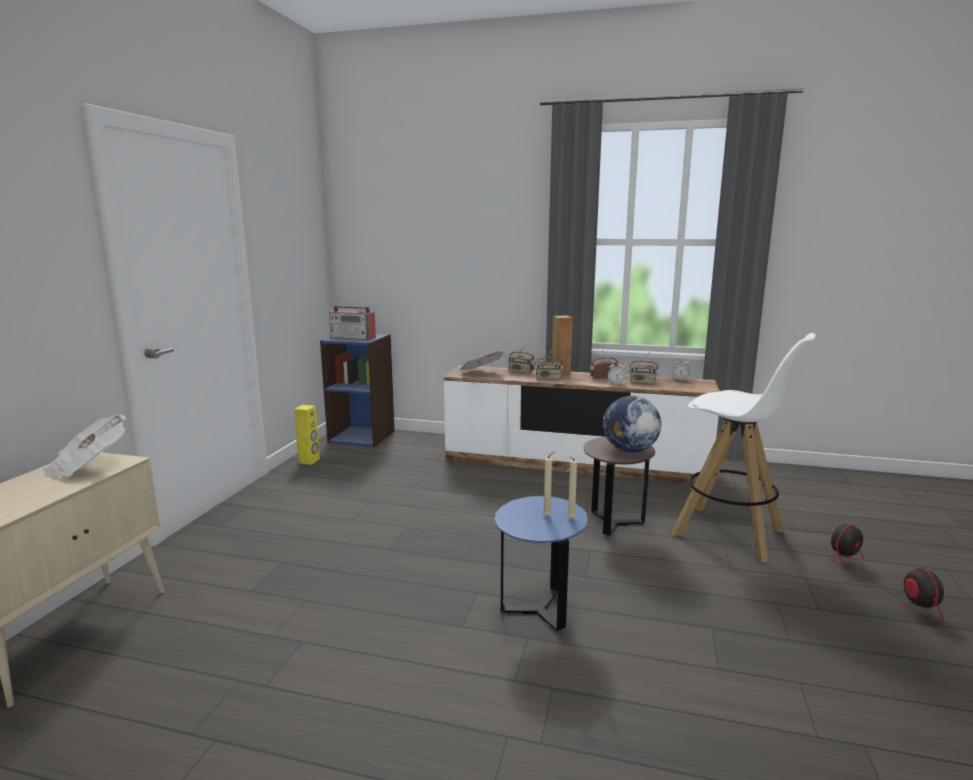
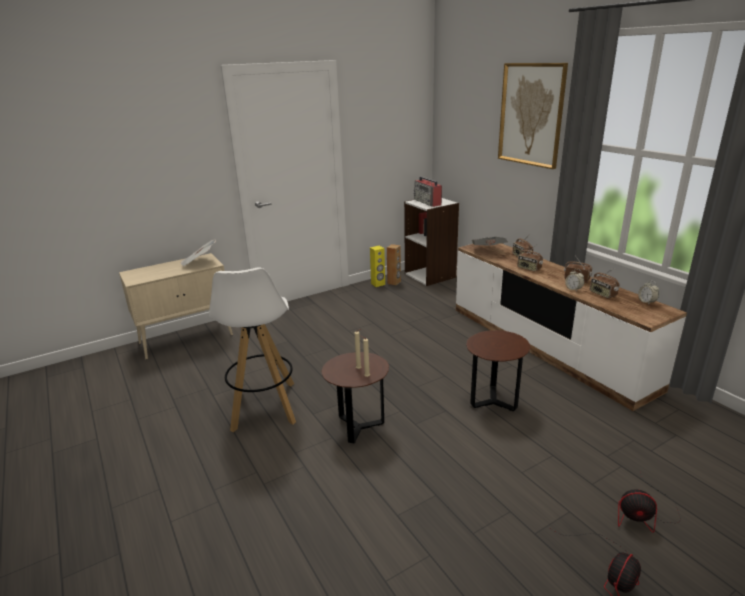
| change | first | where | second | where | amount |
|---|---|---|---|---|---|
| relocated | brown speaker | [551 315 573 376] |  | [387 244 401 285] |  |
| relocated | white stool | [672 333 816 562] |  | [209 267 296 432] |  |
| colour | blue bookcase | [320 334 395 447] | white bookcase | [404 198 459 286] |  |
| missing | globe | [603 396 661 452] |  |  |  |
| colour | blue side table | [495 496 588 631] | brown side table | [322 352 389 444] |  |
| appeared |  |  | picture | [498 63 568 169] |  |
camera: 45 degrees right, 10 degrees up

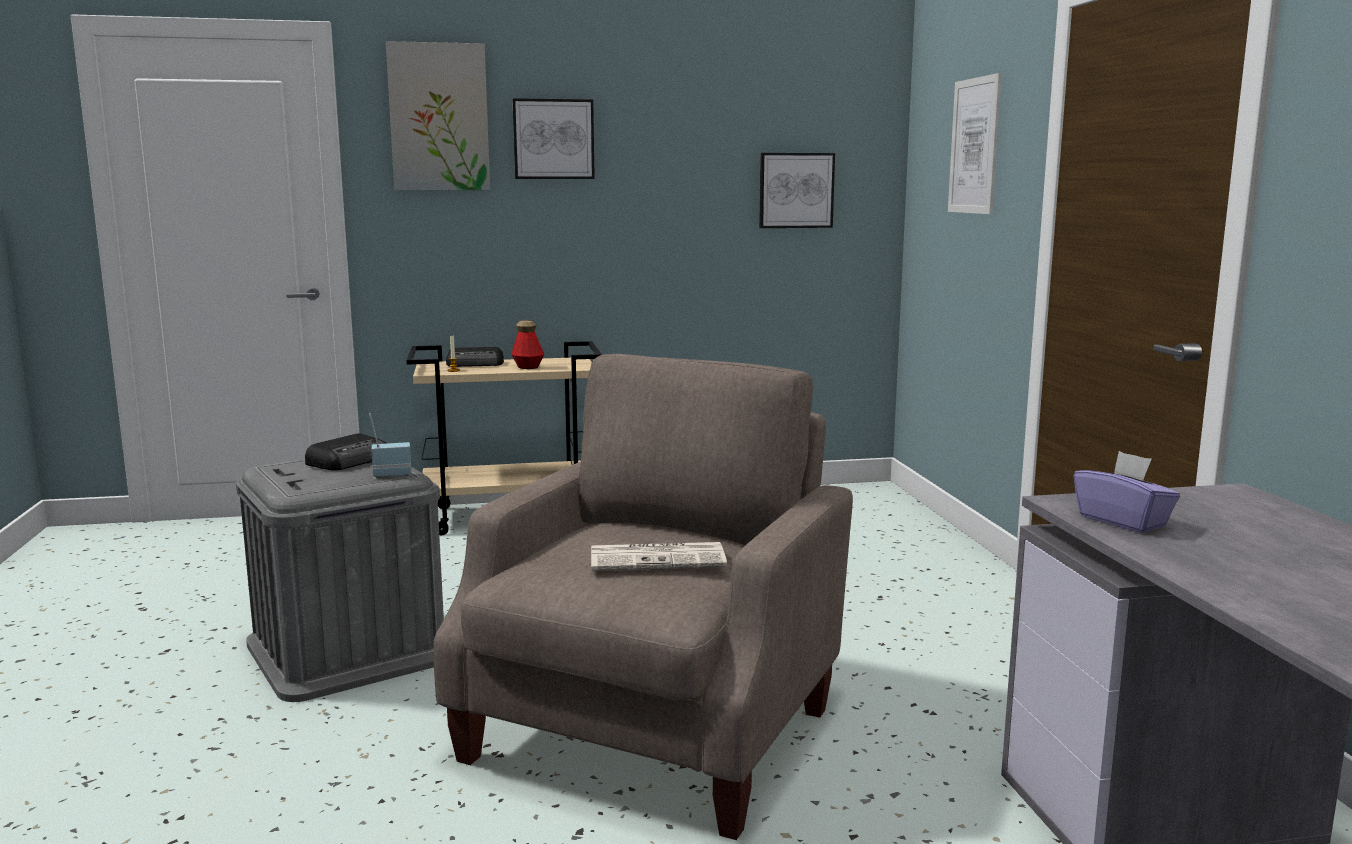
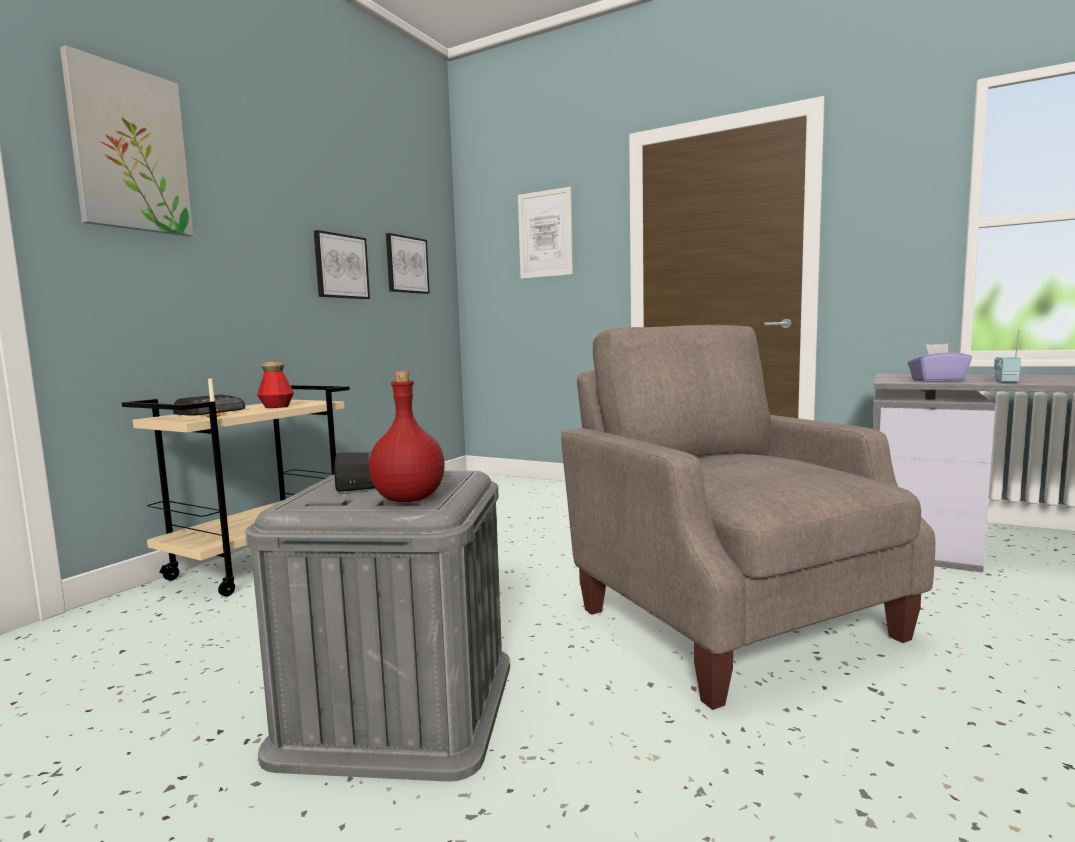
| change | first | where | second | where | amount |
|---|---|---|---|---|---|
| relocated | picture | [513 98 595 179] |  | [314 230 370 299] |  |
| relocated | radio | [369 413 412 478] |  | [994 330 1021 383] |  |
| missing | newspaper | [591 542 727 571] |  |  |  |
| appeared |  |  | red bottle | [369 371 445 502] |  |
camera: 50 degrees left, 5 degrees down

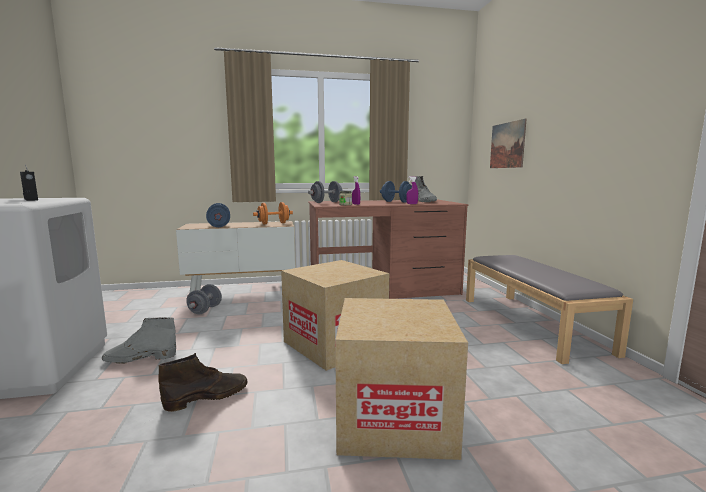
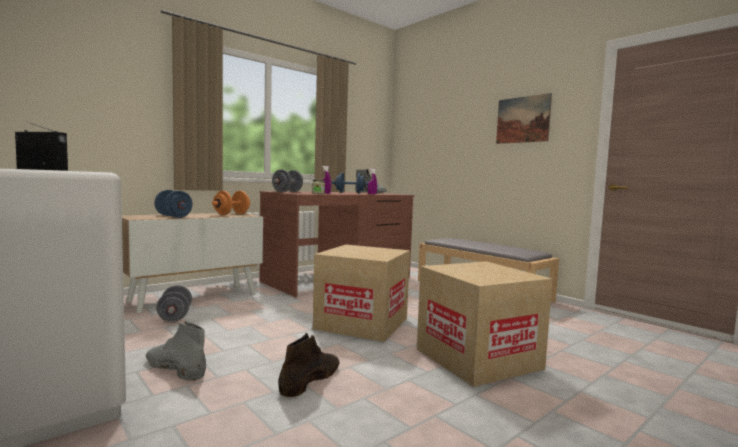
| change | first | where | second | where | amount |
|---|---|---|---|---|---|
| relocated | picture | [490 119 526 168] |  | [496 93 552 144] |  |
| spun | grey boot | [102 317 176 364] |  | [146 321 206 381] | 75 degrees clockwise |
camera: 30 degrees left, 5 degrees down

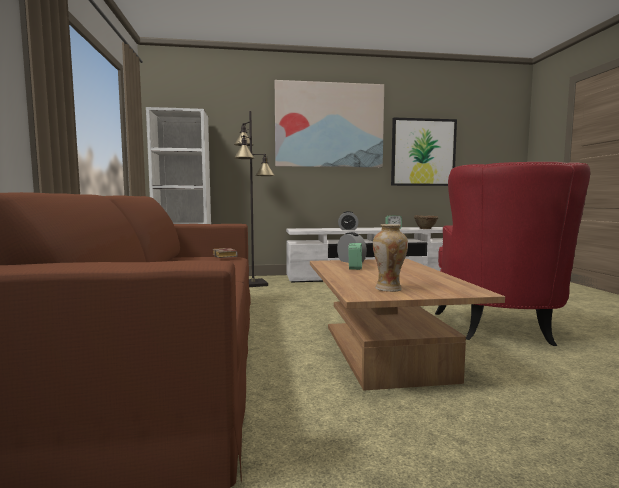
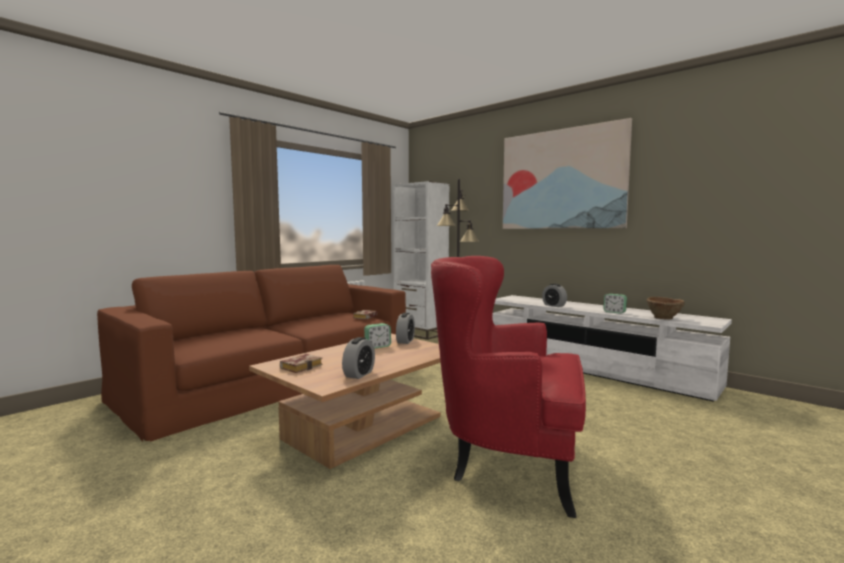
| change | first | where | second | where | amount |
|---|---|---|---|---|---|
| missing | picture | [391 118 457 186] |  |  |  |
| spun | red armchair | [435 162 590 346] |  | [431 256 586 518] | 45 degrees clockwise |
| exchanged | vase | [373 224 408 292] | book | [280 354 322 373] |  |
| appeared |  |  | alarm clock | [342 337 375 379] |  |
camera: 50 degrees right, 0 degrees up

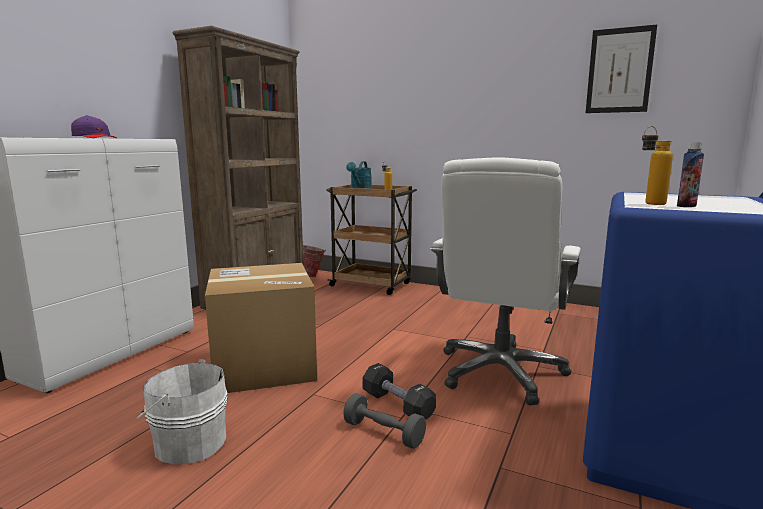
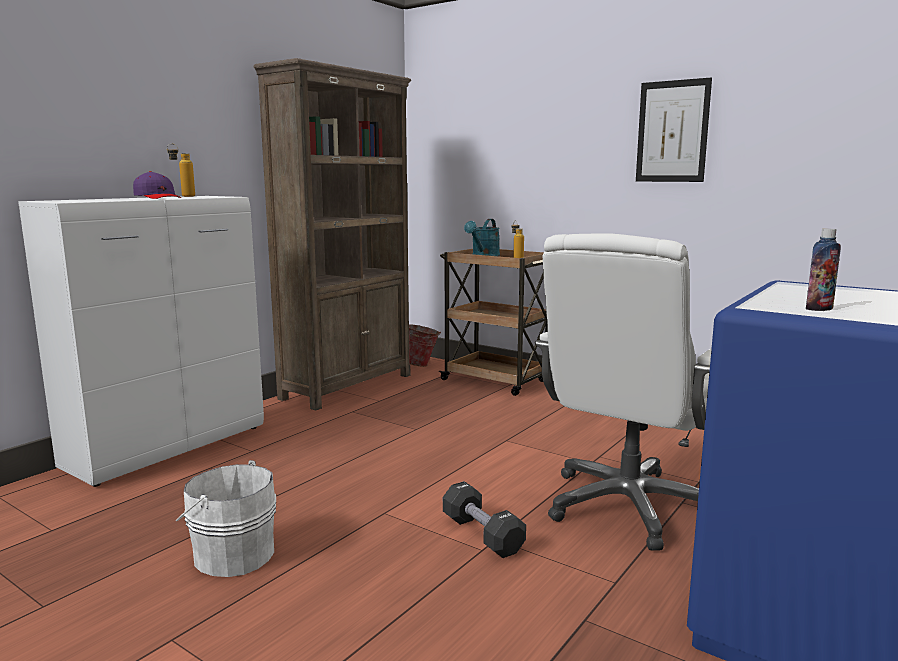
| change | first | where | second | where | amount |
|---|---|---|---|---|---|
| relocated | picture | [586 25 657 113] |  | [636 77 712 182] |  |
| relocated | bottle | [642 126 673 205] |  | [167 144 195 197] |  |
| missing | cardboard box | [205 263 317 393] |  |  |  |
| missing | grey dumbbell | [343 393 426 449] |  |  |  |
camera: 10 degrees right, 0 degrees up

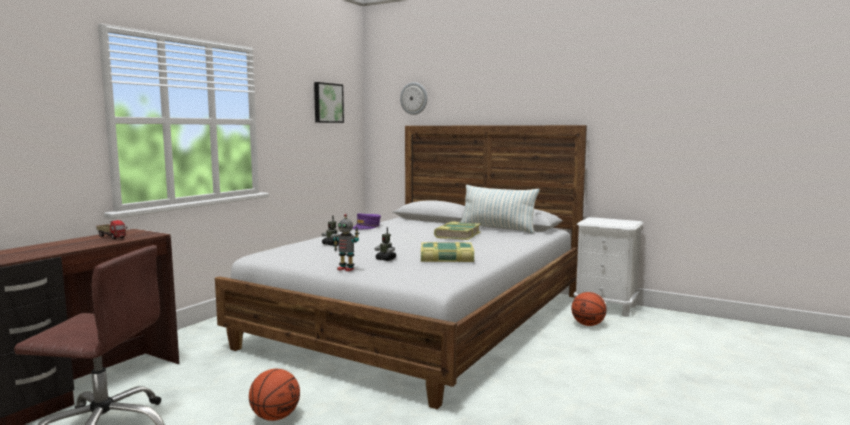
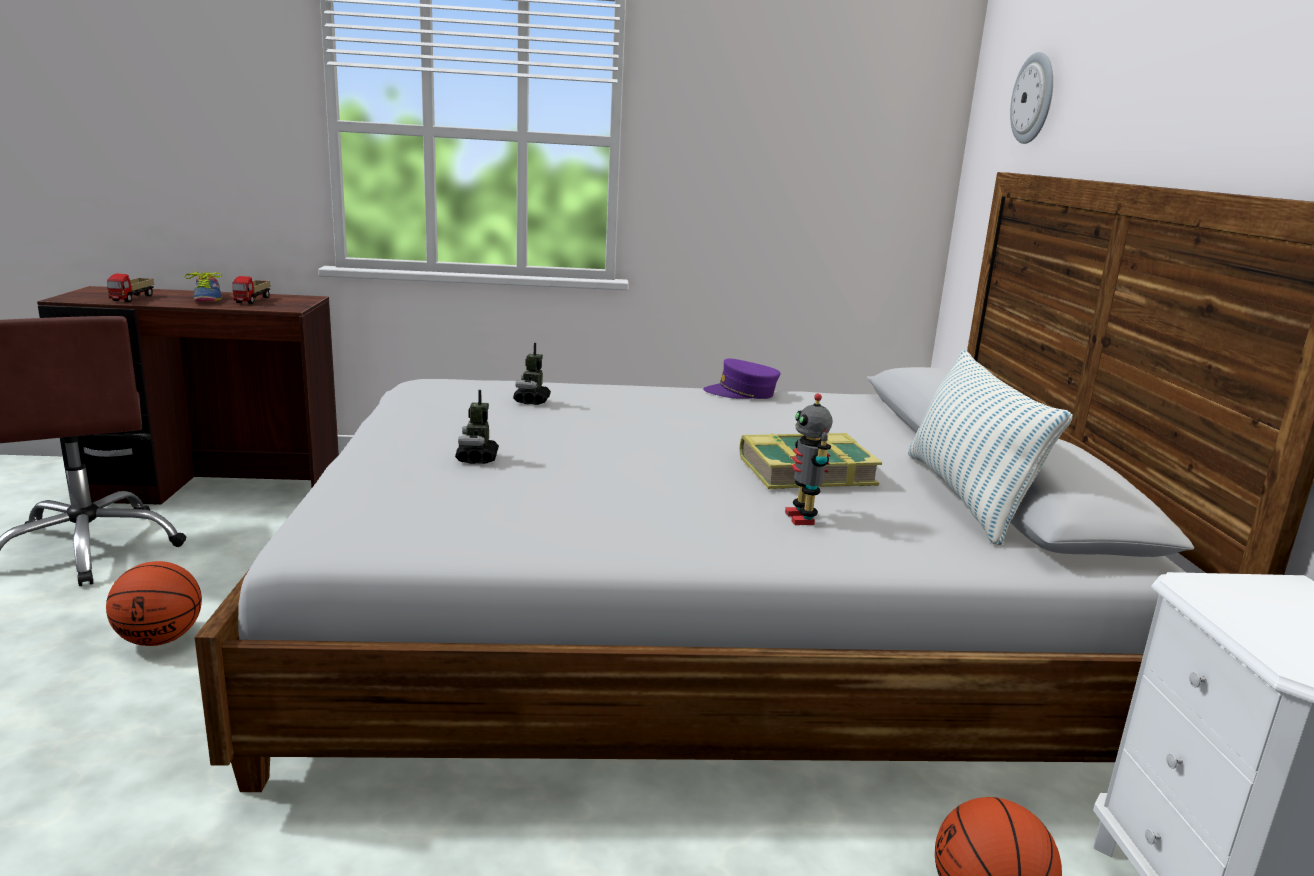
| change | first | where | second | where | amount |
|---|---|---|---|---|---|
| missing | picture | [314 82 344 123] |  |  |  |
| relocated | toy robot | [333 214 359 271] |  | [785 394 833 525] |  |
| missing | book | [421 242 474 262] |  |  |  |
| appeared |  |  | shoe | [184 269 222 302] |  |
| appeared |  |  | toy truck | [107 274 154 302] |  |
camera: 55 degrees right, 10 degrees up

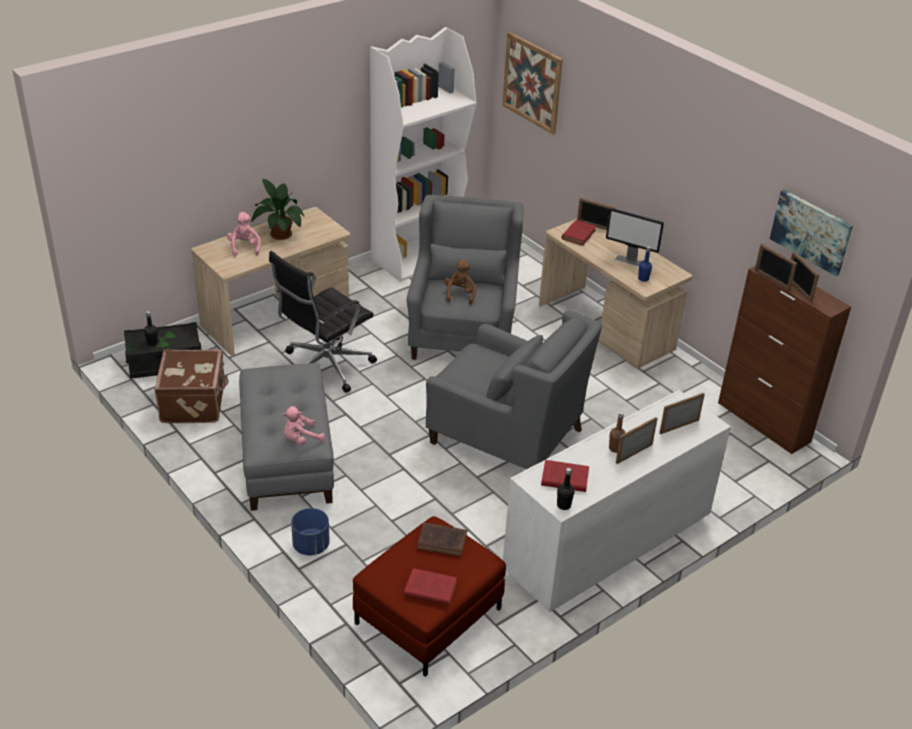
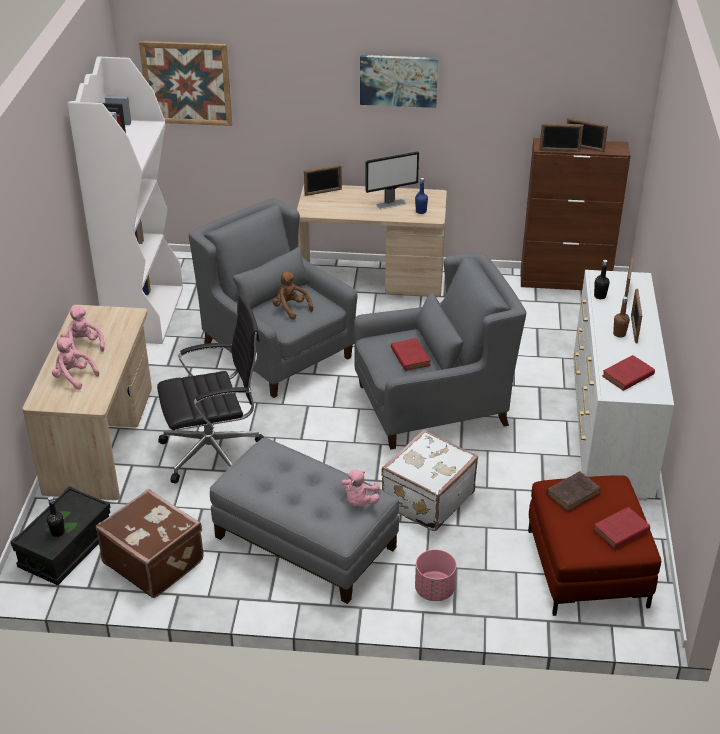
| change | first | where | second | where | amount |
|---|---|---|---|---|---|
| exchanged | potted plant | [251 179 304 240] | pink plush toy | [60 305 105 359] |  |
| relocated | picture | [770 190 853 276] |  | [360 55 438 108] |  |
| relocated | red book | [561 220 596 246] |  | [391 338 431 371] |  |
| spun | black office chair | [269 251 377 393] |  | [157 295 265 484] | 105 degrees counterclockwise |
| relocated | black bottle | [557 468 574 510] |  | [594 260 610 299] |  |
| colour | blue planter | [291 508 330 555] | pink planter | [415 549 456 601] |  |
| appeared |  |  | white suitcase | [381 429 478 531] |  |
camera: 45 degrees left, 0 degrees up

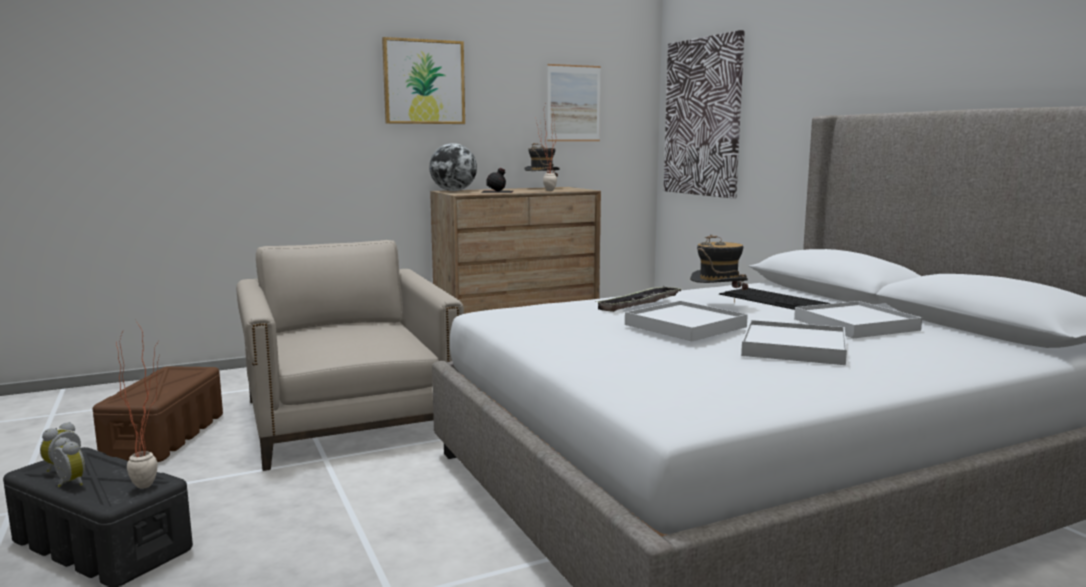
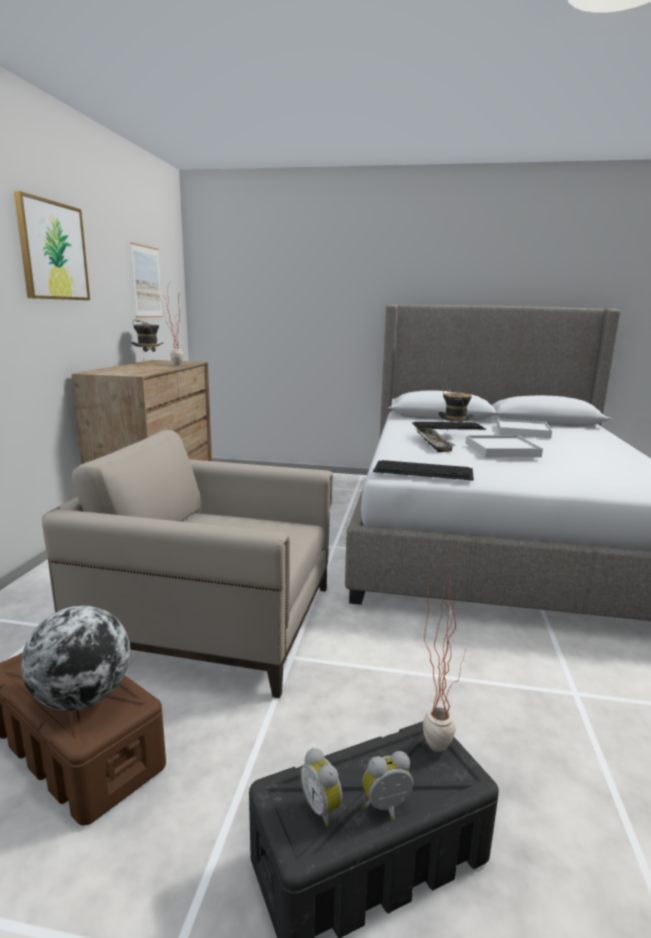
| change | first | where | second | where | amount |
|---|---|---|---|---|---|
| missing | picture | [664 30 745 198] |  |  |  |
| relocated | globe | [429 143 477 191] |  | [21 605 130 711] |  |
| missing | black bottle | [481 168 513 193] |  |  |  |
| missing | white tray | [741 320 847 365] |  |  |  |
| appeared |  |  | keyboard | [373 460 474 481] |  |
camera: 55 degrees left, 5 degrees up

